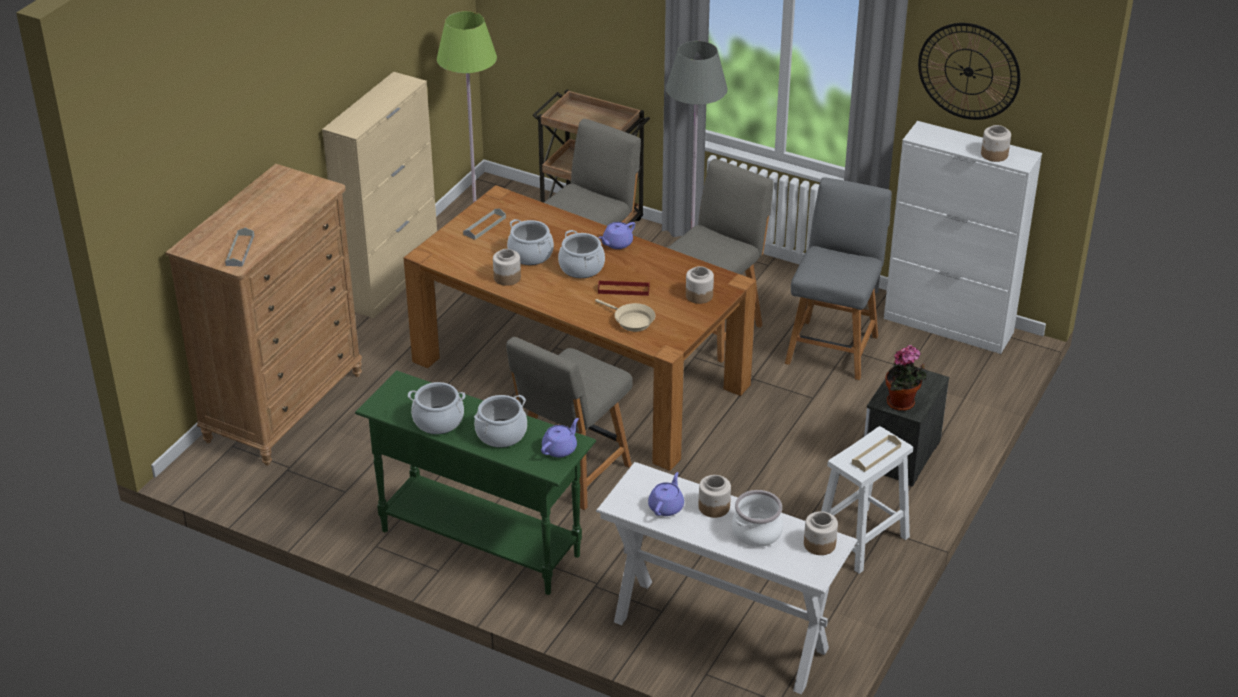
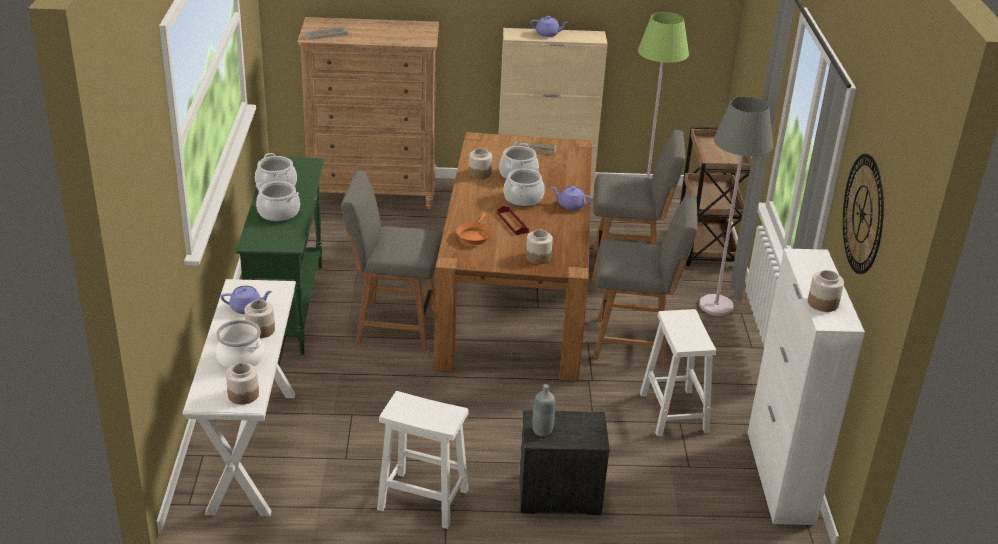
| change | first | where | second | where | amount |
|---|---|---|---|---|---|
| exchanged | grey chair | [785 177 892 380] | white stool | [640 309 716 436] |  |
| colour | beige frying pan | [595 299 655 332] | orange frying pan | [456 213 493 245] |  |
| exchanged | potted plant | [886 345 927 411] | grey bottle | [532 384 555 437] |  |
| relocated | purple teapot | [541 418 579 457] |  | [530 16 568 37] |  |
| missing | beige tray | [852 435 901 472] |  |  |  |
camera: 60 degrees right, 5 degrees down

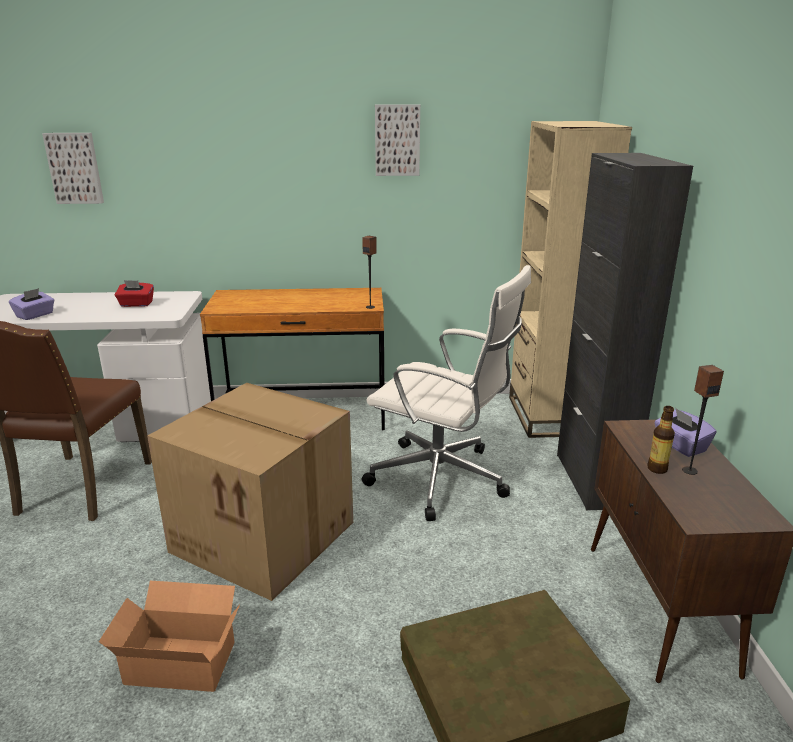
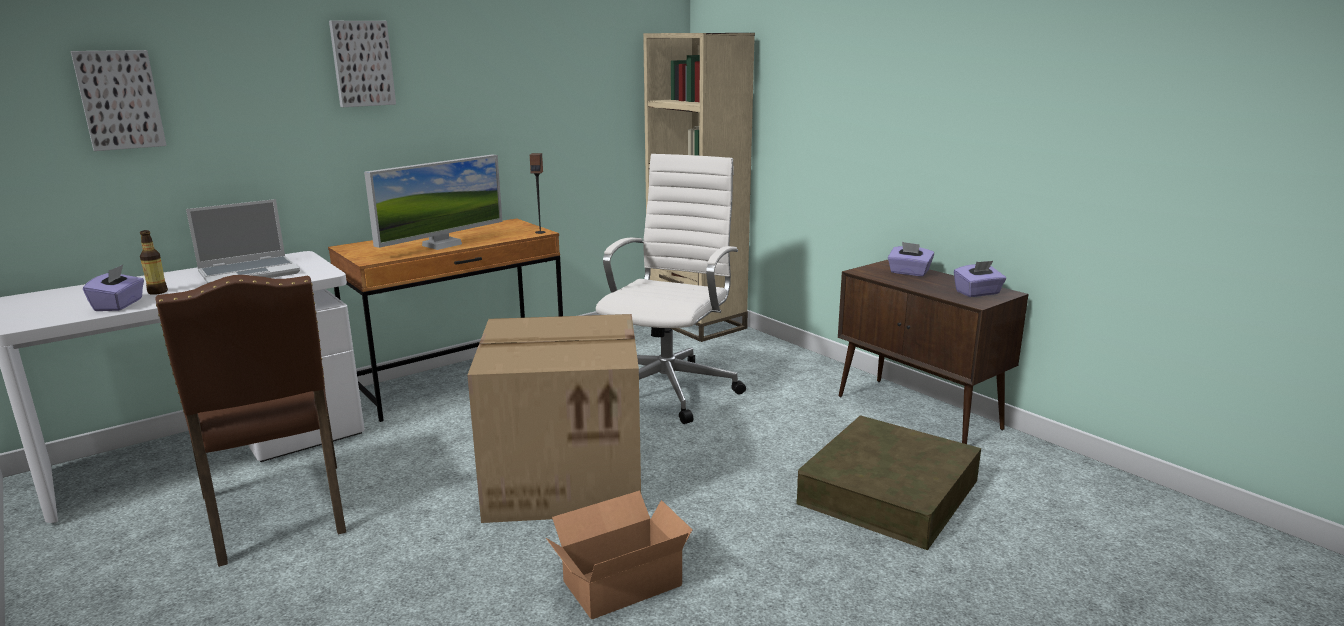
| change | first | where | second | where | amount |
|---|---|---|---|---|---|
| relocated | picture | [375 104 420 176] |  | [329 21 396 107] |  |
| missing | black cabinet | [557 153 693 510] |  |  |  |
| spun | white office chair | [362 265 531 521] |  | [596 154 746 424] | 60 degrees counterclockwise |
| exchanged | red tissue box | [115 280 154 307] | laptop | [186 199 300 283] |  |
| missing | speaker | [682 365 724 475] |  |  |  |
| relocated | bottle | [647 406 675 474] |  | [140 230 168 295] |  |
| appeared |  |  | monitor | [364 154 502 250] |  |
| appeared |  |  | purple tissue box | [954 261 1006 297] |  |
camera: 35 degrees left, 5 degrees down

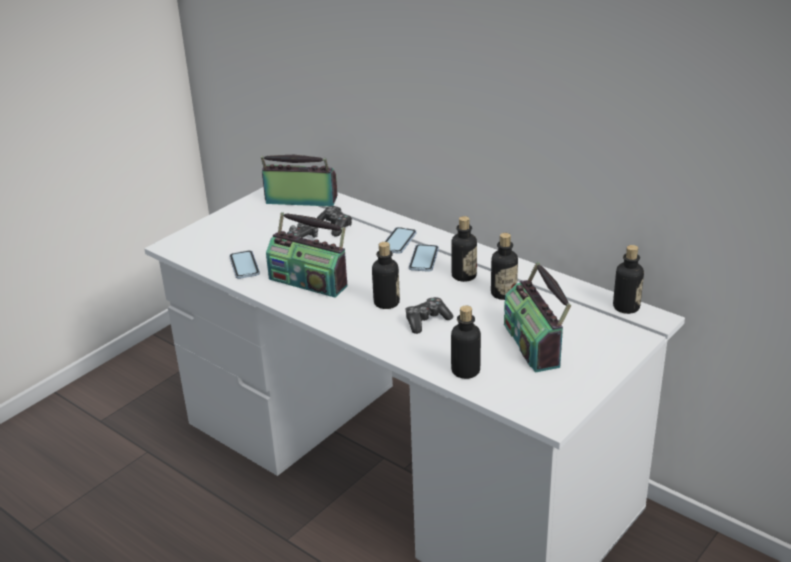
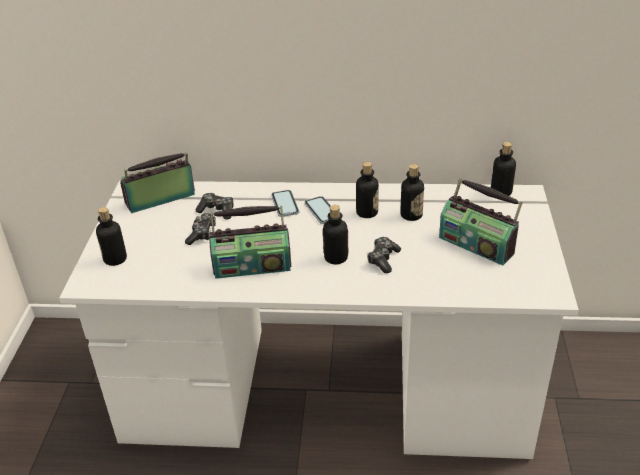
| change | first | where | second | where | amount |
|---|---|---|---|---|---|
| missing | phone | [229 250 260 279] |  |  |  |
| relocated | bottle | [451 306 481 379] |  | [96 207 127 266] |  |
camera: 35 degrees left, 5 degrees up

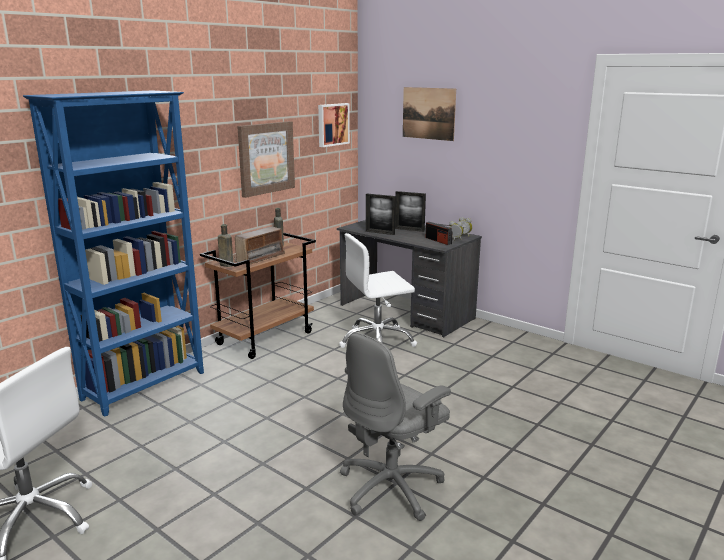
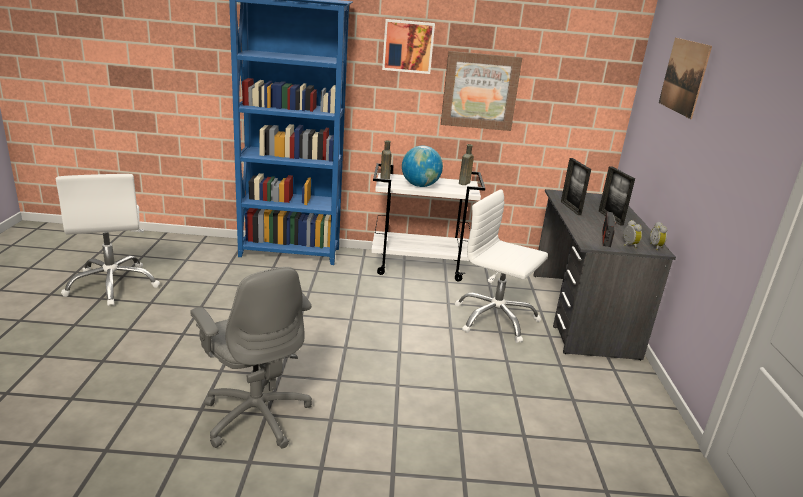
| change | first | where | second | where | amount |
|---|---|---|---|---|---|
| relocated | picture | [318 103 350 147] |  | [382 19 435 74] |  |
| exchanged | radio | [234 227 285 264] | globe | [402 146 443 187] |  |
| colour | brown cart | [200 232 316 359] | white cart | [371 163 485 281] |  |
| spun | grey office chair | [340 332 451 521] |  | [190 267 312 448] | 135 degrees counterclockwise |
camera: 50 degrees right, 5 degrees up

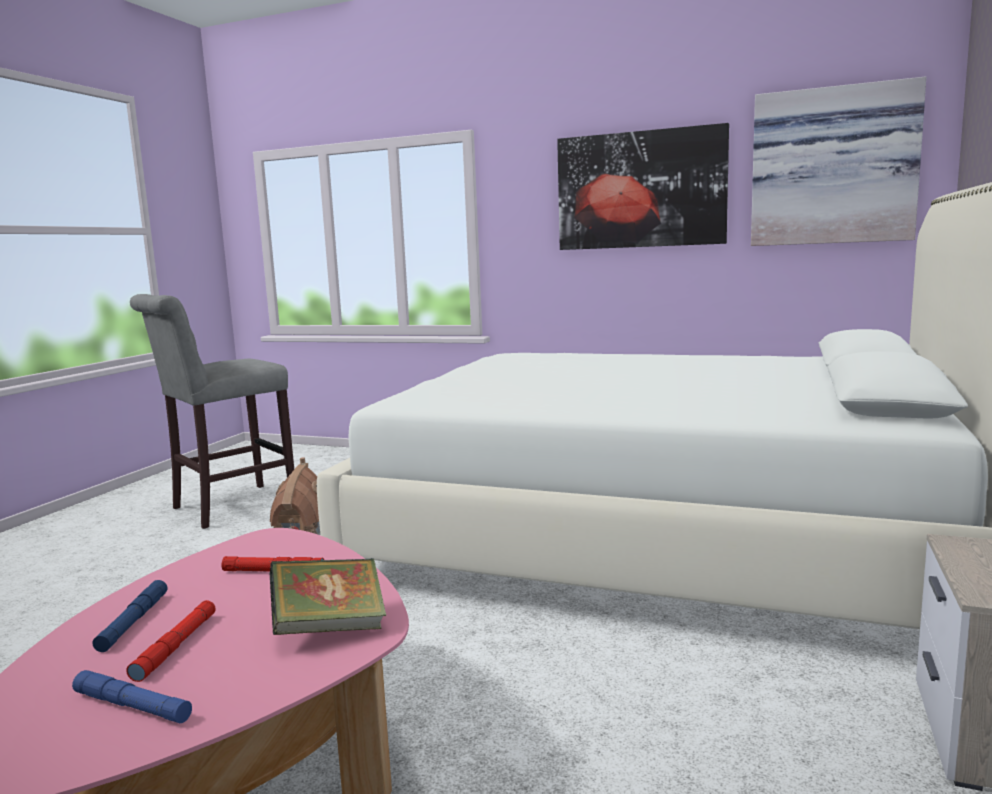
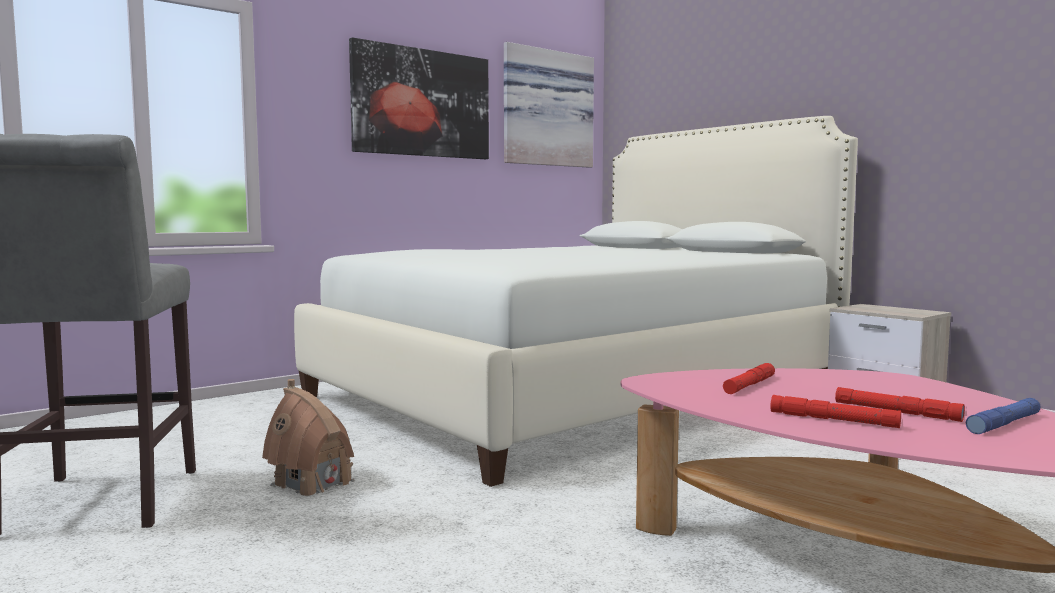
| change | first | where | second | where | amount |
|---|---|---|---|---|---|
| missing | book | [270 558 386 635] |  |  |  |
| colour | blue flashlight | [92 580 167 652] | red flashlight | [770 395 901 428] |  |
camera: 60 degrees left, 5 degrees down

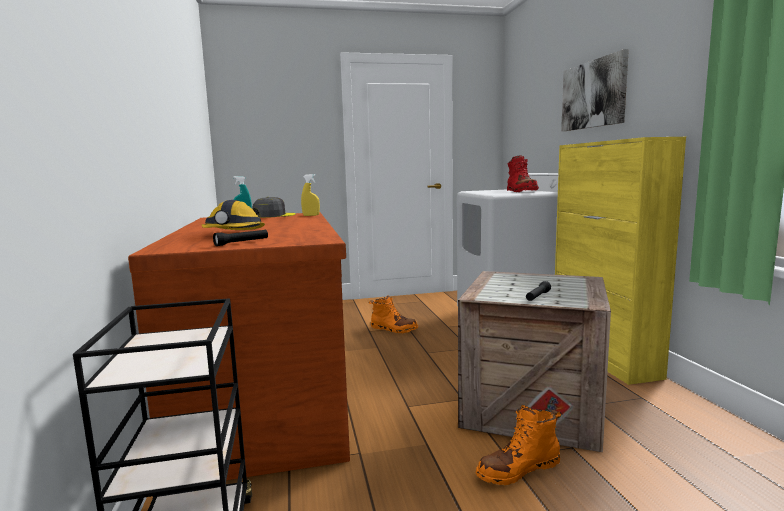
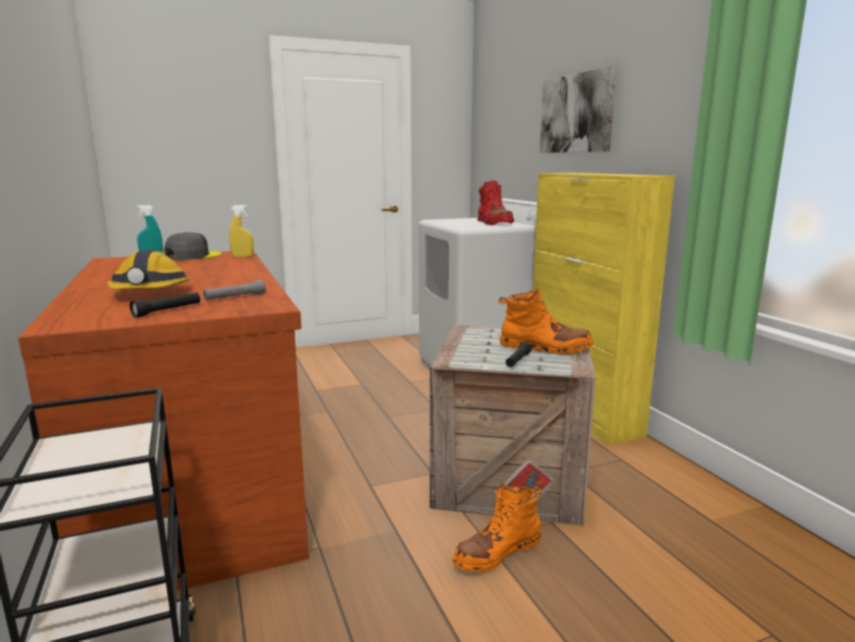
| change | first | where | second | where | amount |
|---|---|---|---|---|---|
| relocated | orange boot | [369 295 418 333] |  | [499 287 594 354] |  |
| appeared |  |  | grey flashlight | [203 280 266 300] |  |
camera: 10 degrees left, 5 degrees up

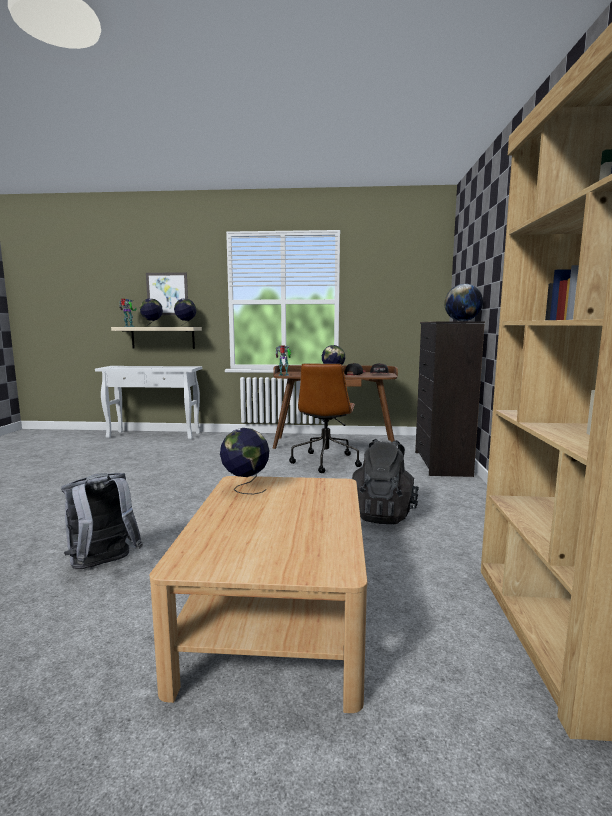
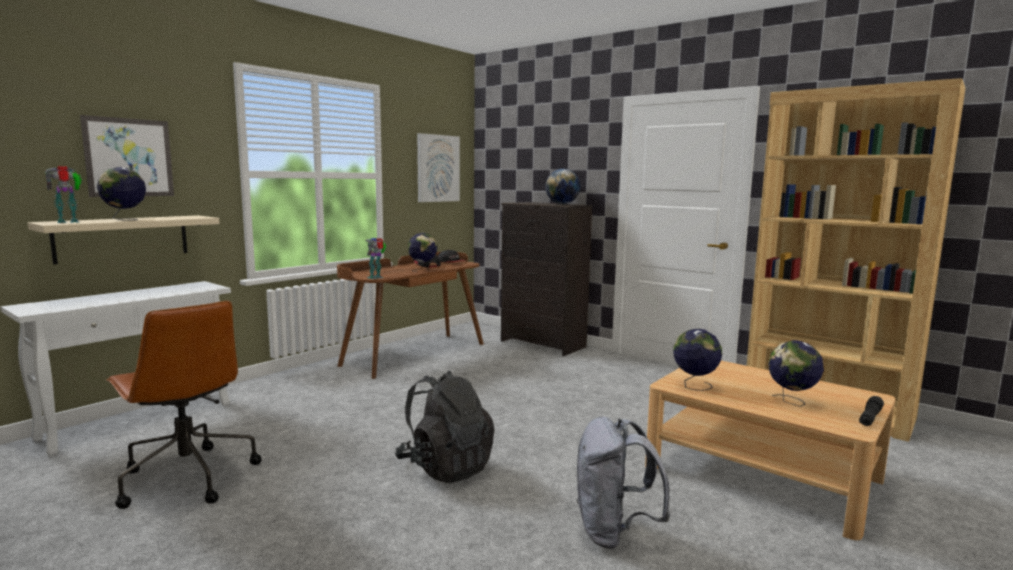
| change | first | where | second | where | amount |
|---|---|---|---|---|---|
| relocated | globe | [174 298 197 327] |  | [768 340 824 407] |  |
| relocated | brown office chair | [289 363 362 473] |  | [106 301 262 509] |  |
| relocated | black backpack | [352 439 419 524] |  | [395 371 495 483] |  |
| appeared |  |  | picture | [417 133 460 202] |  |
| appeared |  |  | black flashlight | [859 396 884 426] |  |
camera: 55 degrees left, 0 degrees up

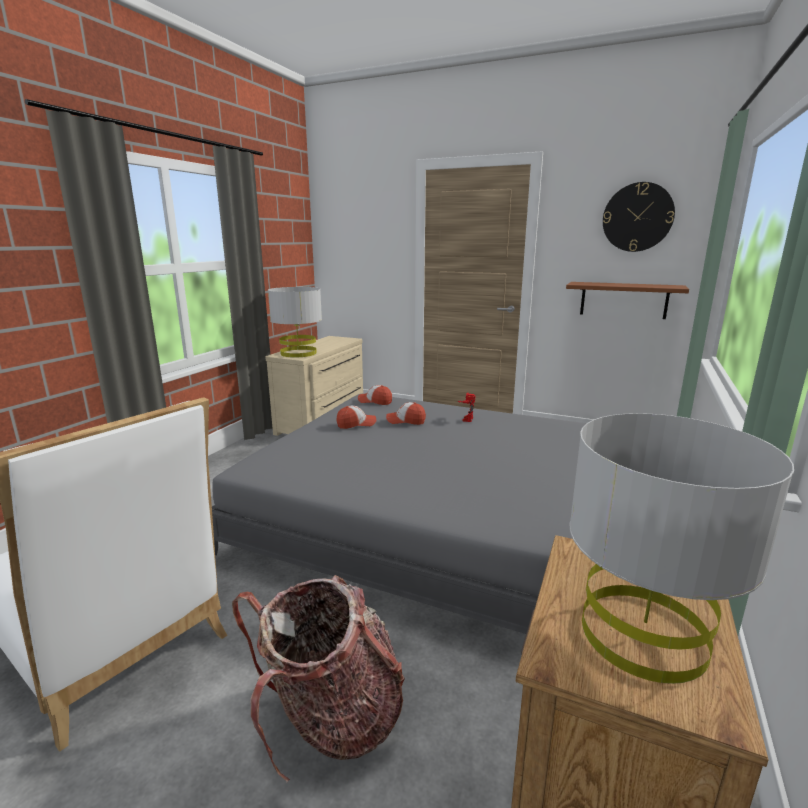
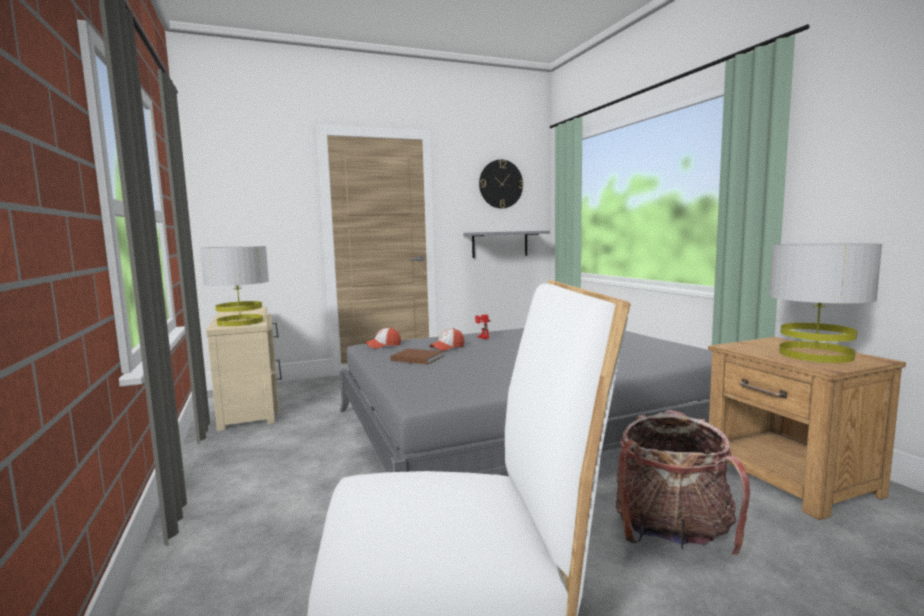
| change | first | where | second | where | amount |
|---|---|---|---|---|---|
| colour | brown shelf | [566 282 689 319] | grey shelf | [463 231 550 258] |  |
| exchanged | cap | [337 406 376 429] | brown book | [390 348 443 364] |  |
camera: 45 degrees left, 10 degrees down

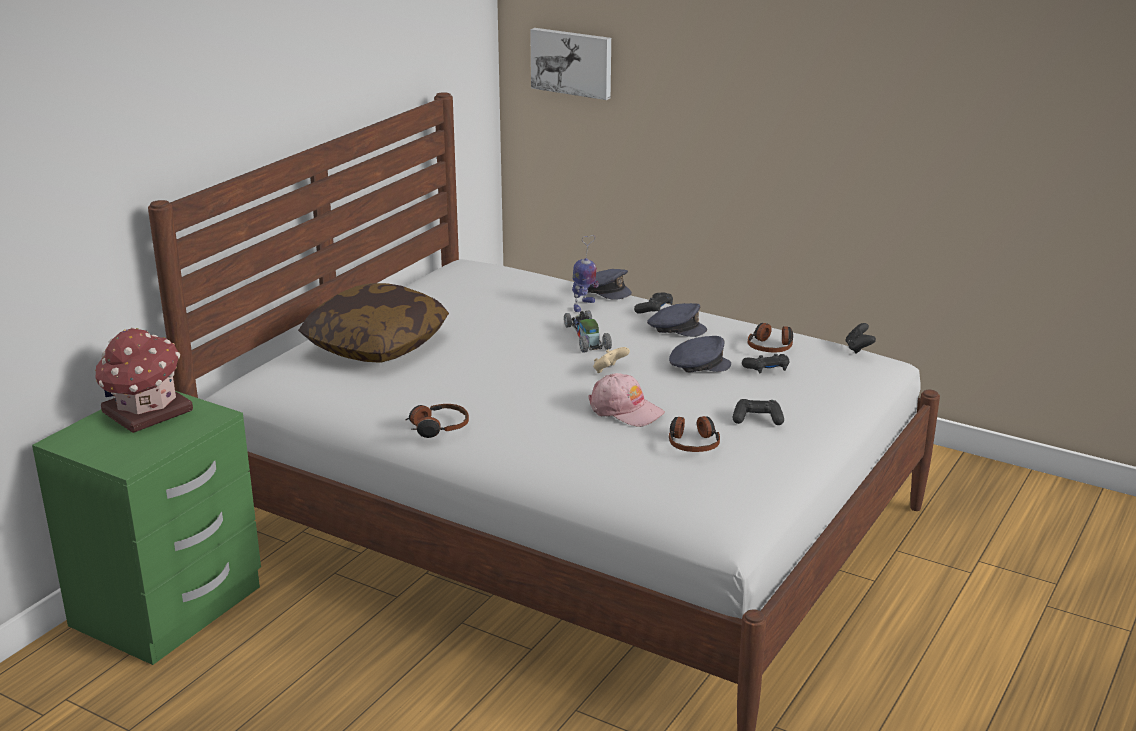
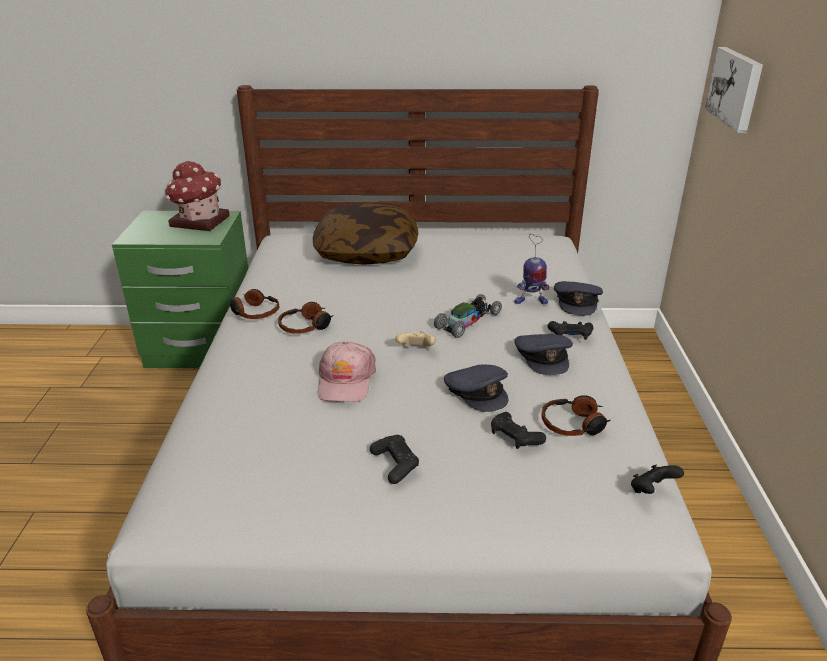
| change | first | where | second | where | amount |
|---|---|---|---|---|---|
| relocated | headphones | [669 416 720 452] |  | [278 302 334 334] |  |
camera: 60 degrees right, 5 degrees up

